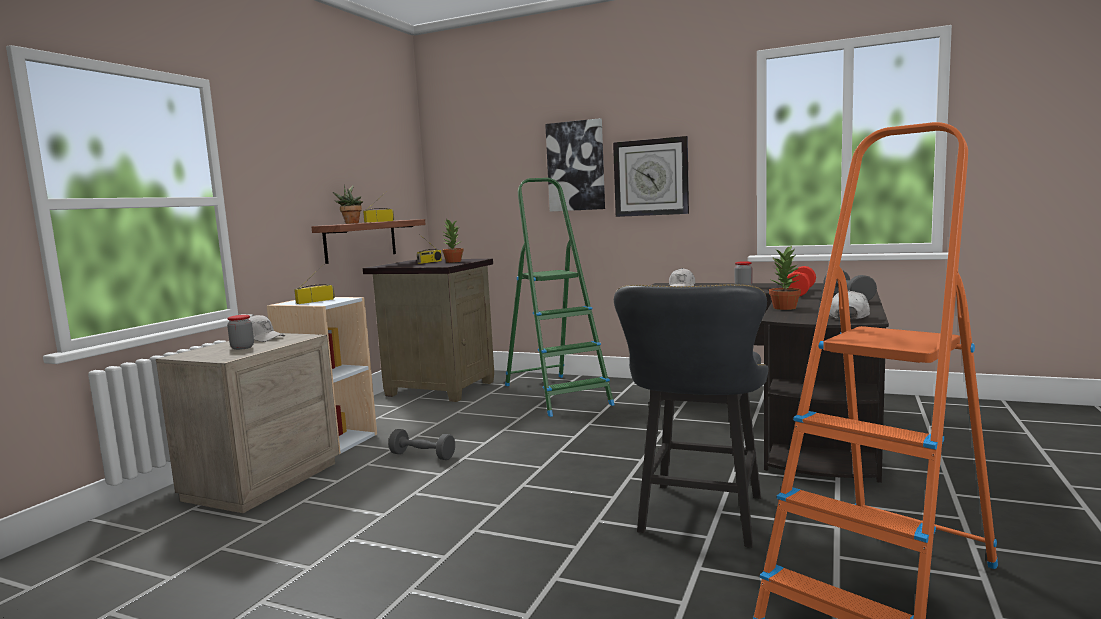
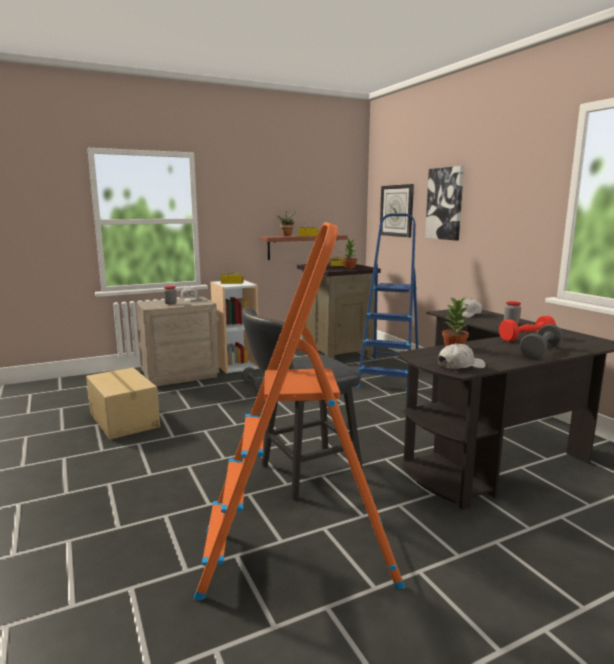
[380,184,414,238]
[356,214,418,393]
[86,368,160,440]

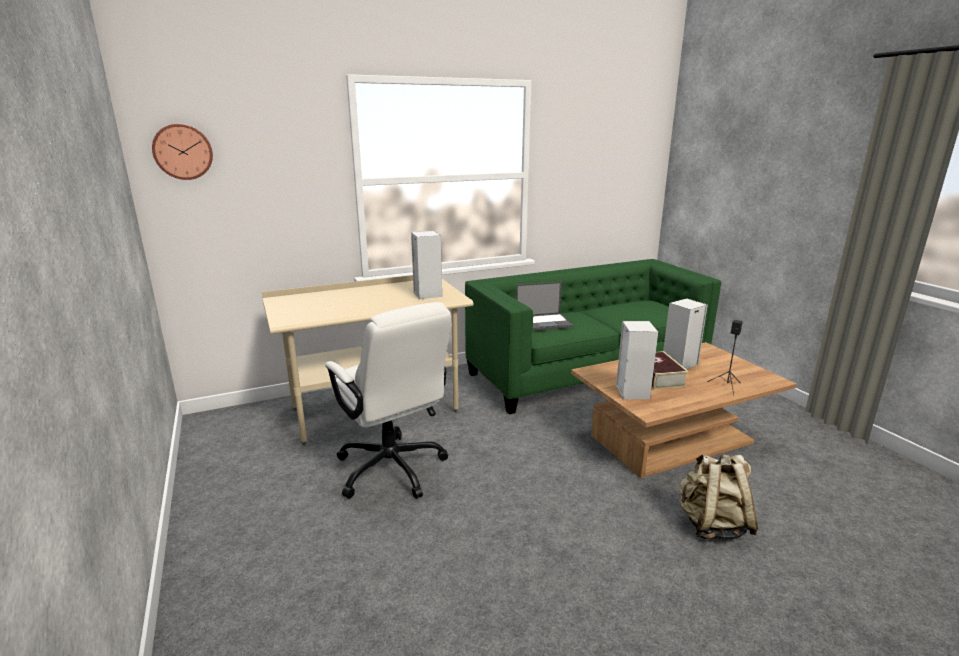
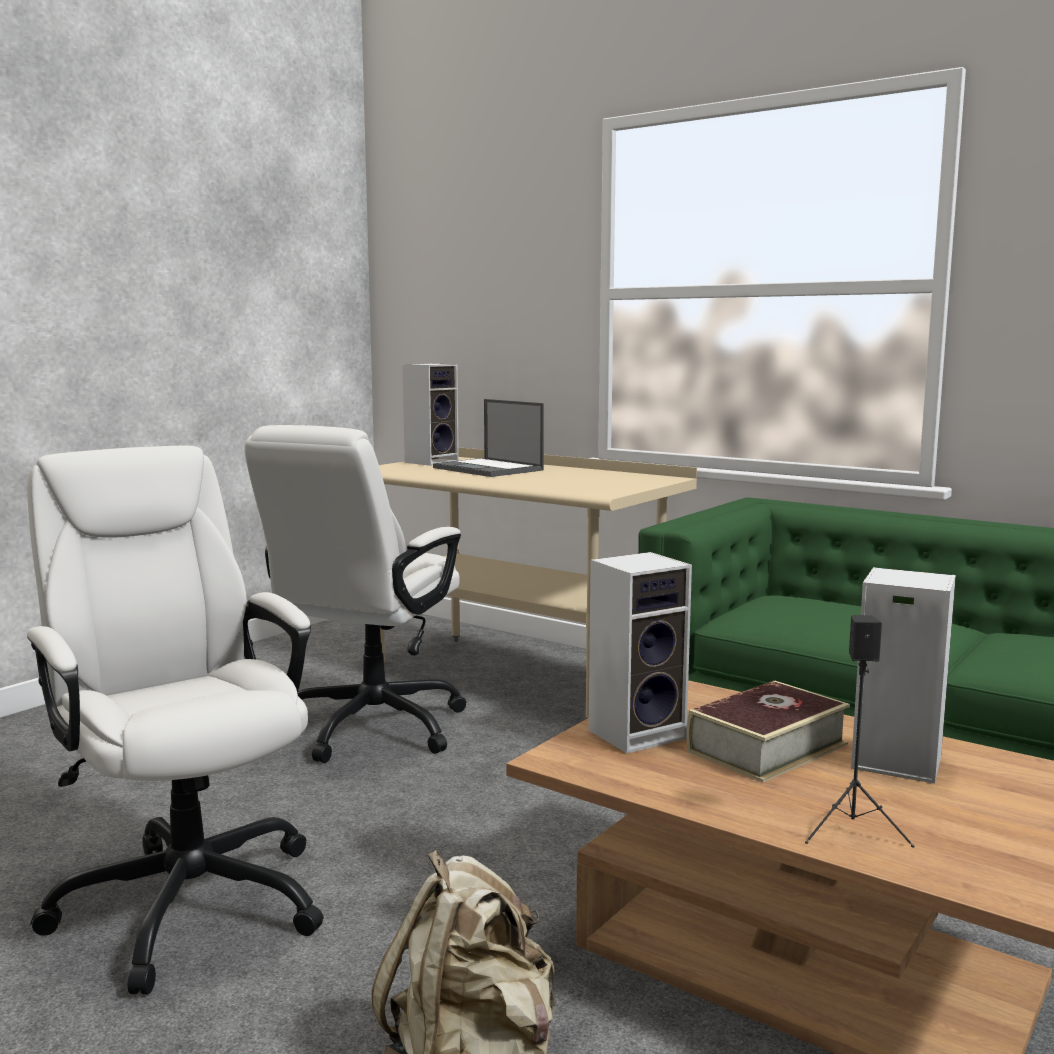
[152,124,213,180] (first image)
[402,363,459,466]
[433,399,544,477]
[27,446,324,995]

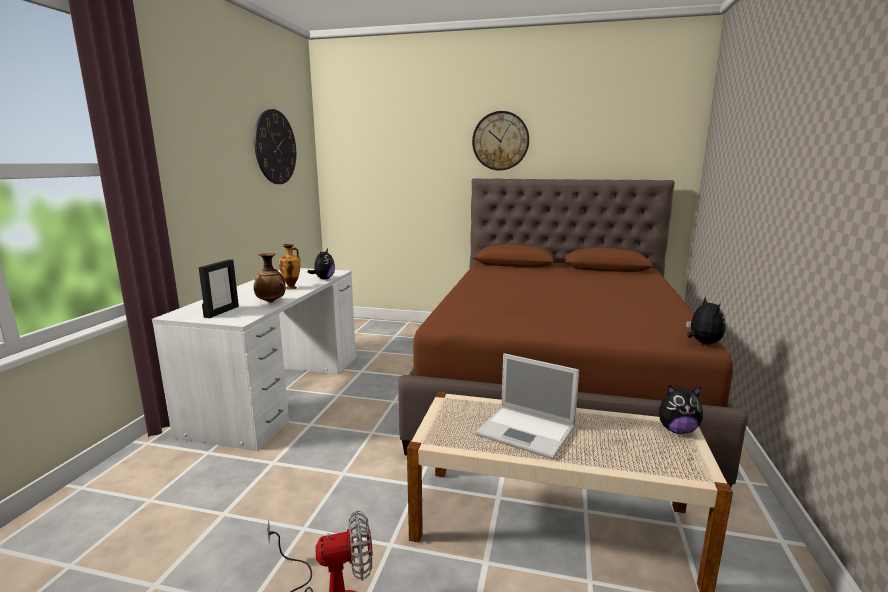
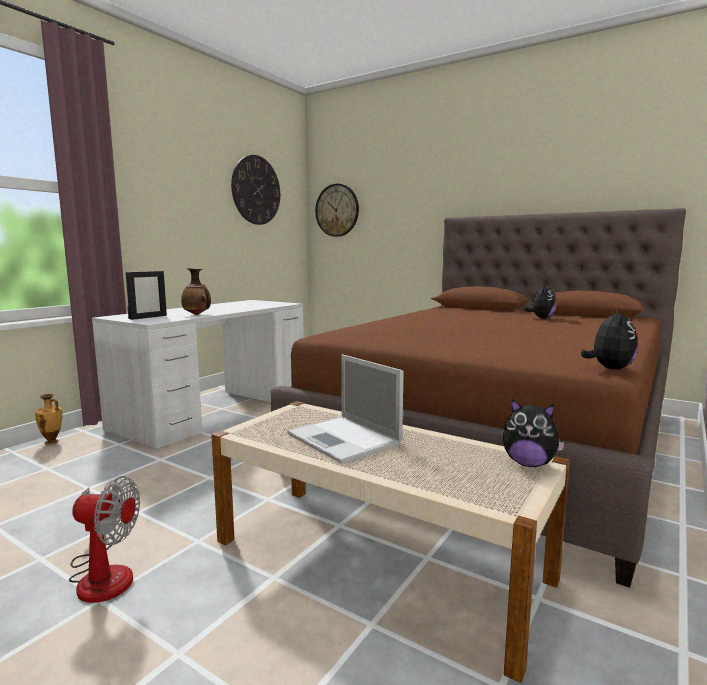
[315,184,359,237]
[35,394,62,445]
[524,284,556,319]

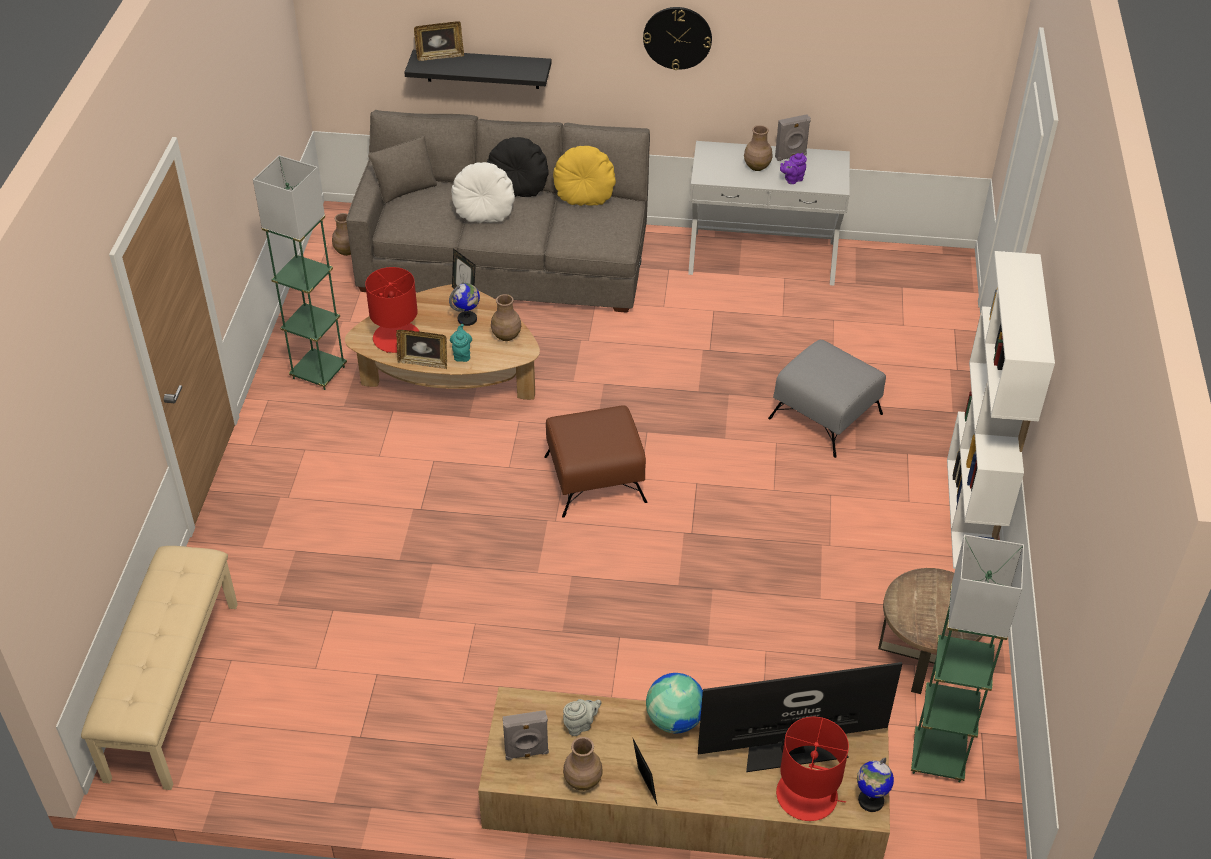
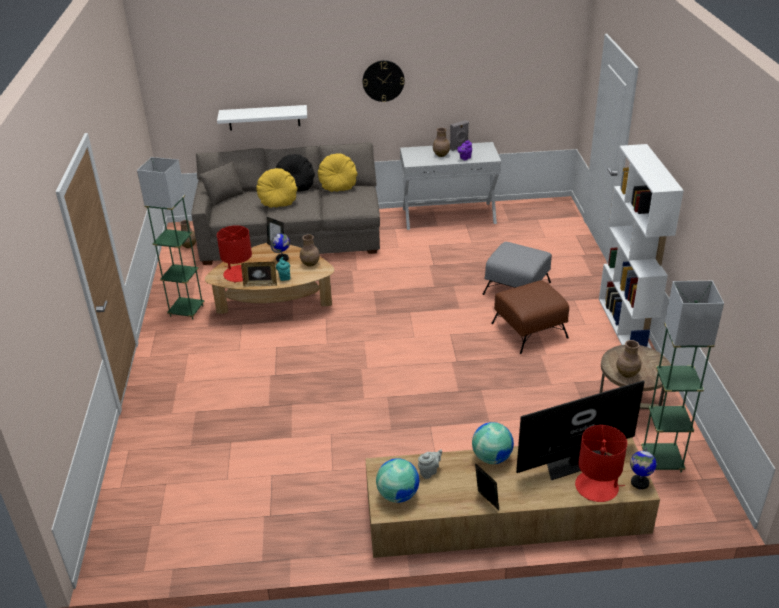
[414,21,464,61] (first image)
[217,105,307,131]
[256,168,297,208]
[491,280,569,354]
[81,546,238,790] (first image)
[376,458,419,503]
[616,340,641,378]

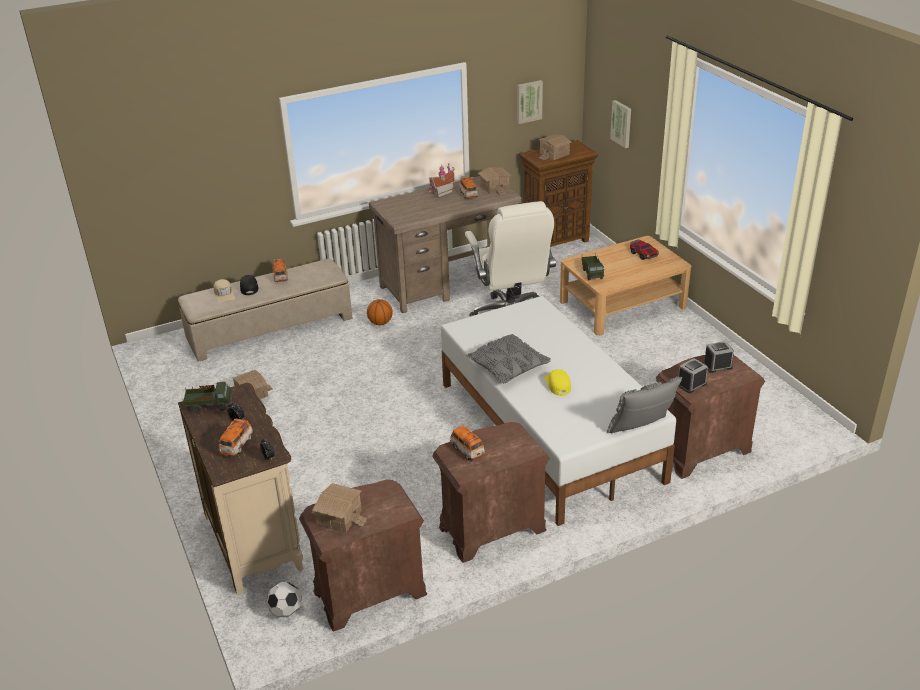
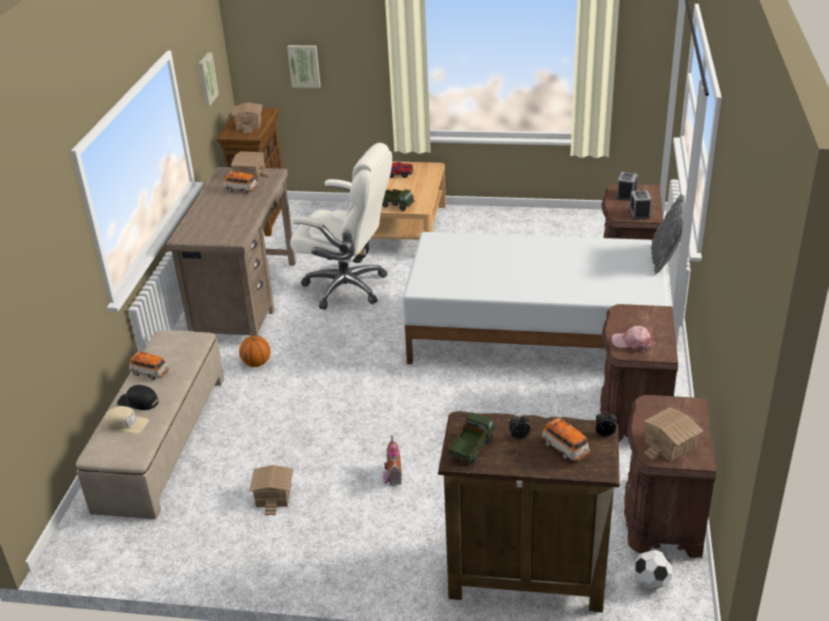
[383,436,402,485]
[466,334,551,383] (first image)
[544,369,571,396] (first image)
[612,326,652,351]

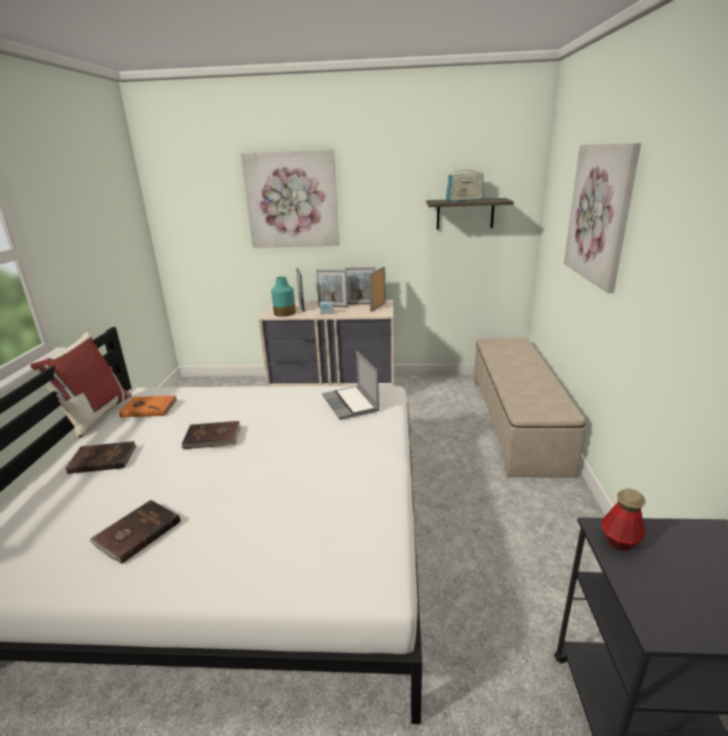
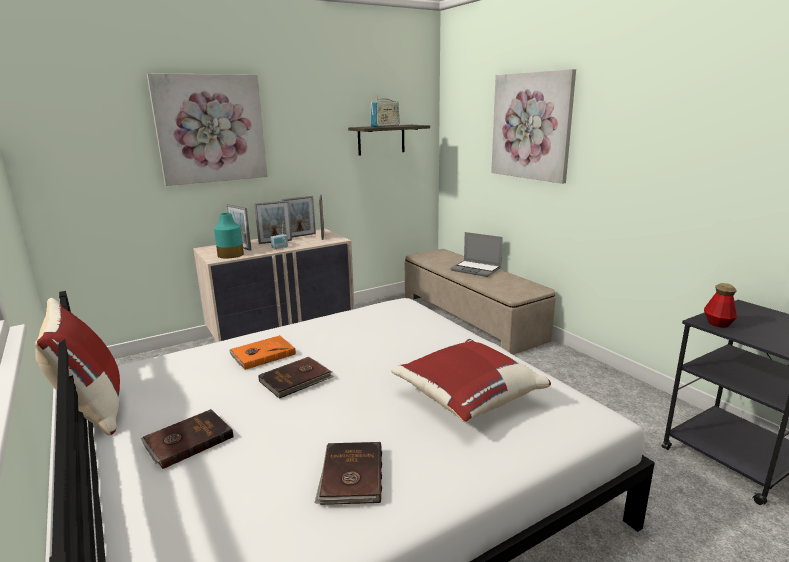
[451,232,503,277]
[229,335,296,370]
[391,339,551,422]

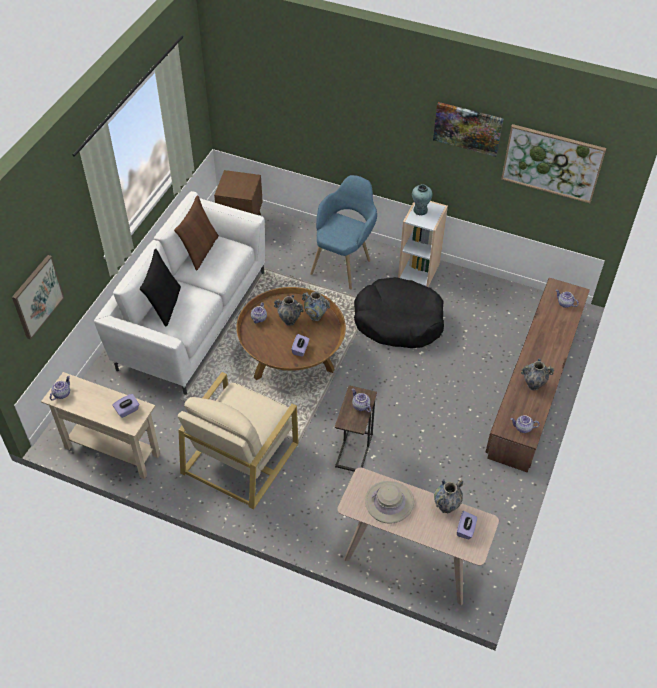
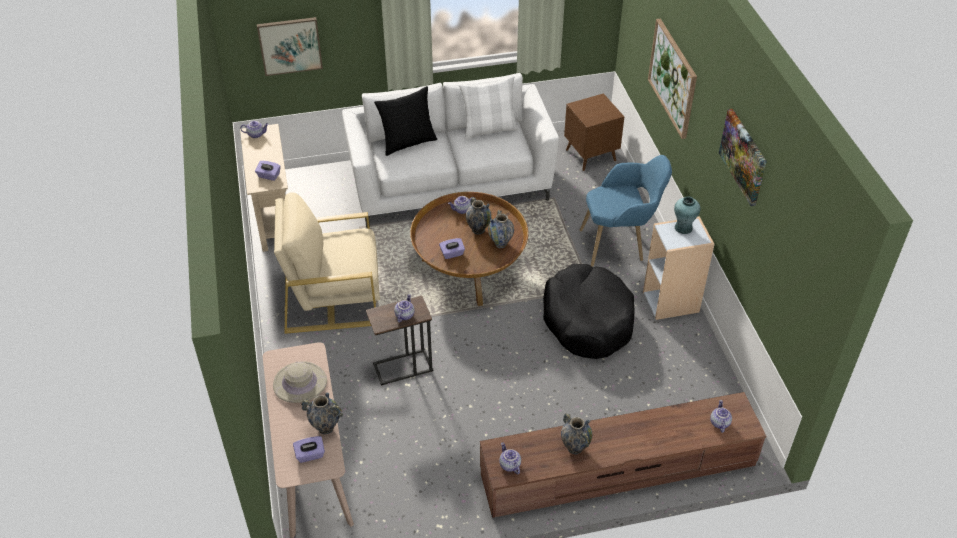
[648,19,697,139]
[459,76,519,139]

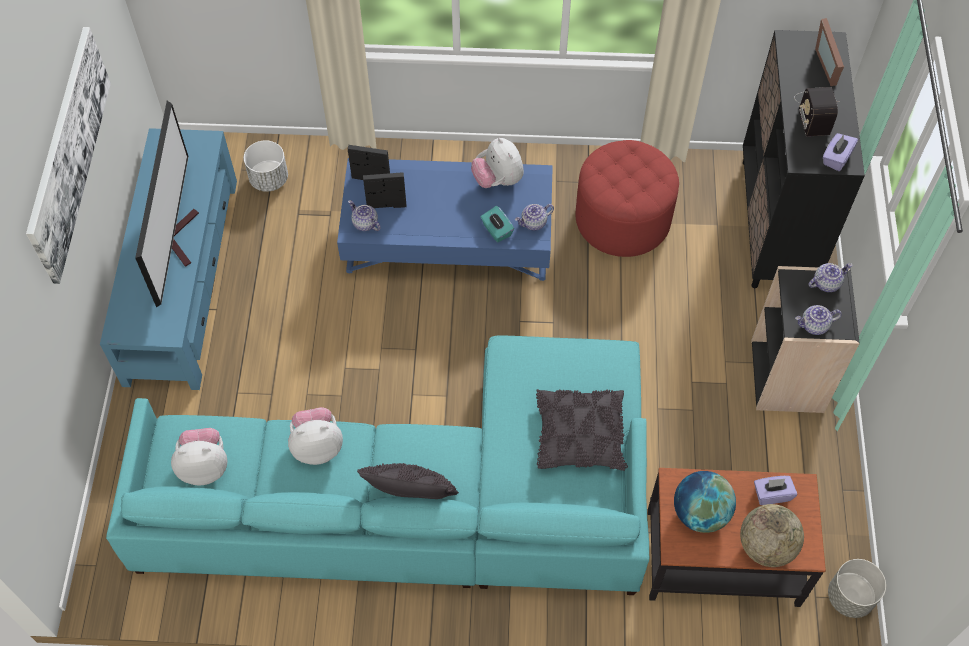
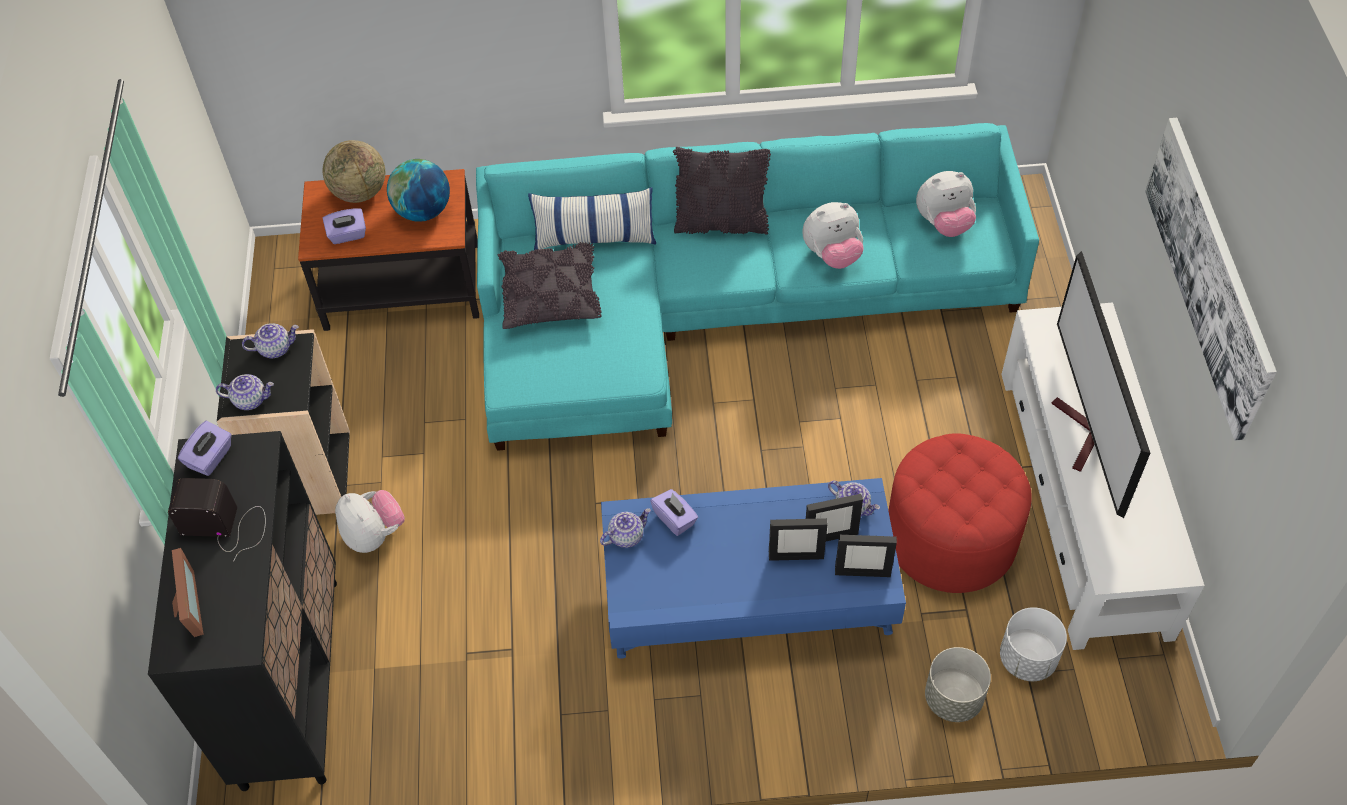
[168,478,266,562]
[1001,302,1205,650]
[335,490,405,553]
[889,433,1032,593]
[650,489,698,536]
[216,374,274,410]
[925,647,991,722]
[528,187,656,250]
[769,518,828,561]

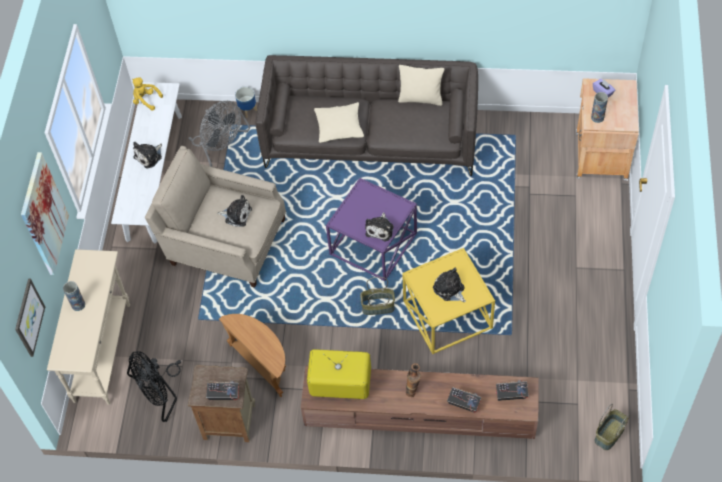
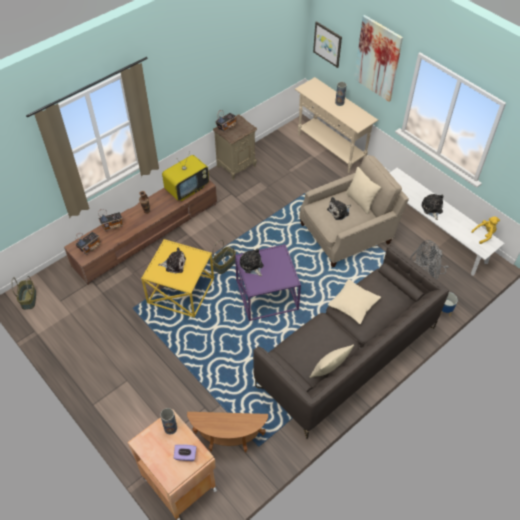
[187,412,268,453]
[127,351,182,422] (first image)
[345,166,381,214]

